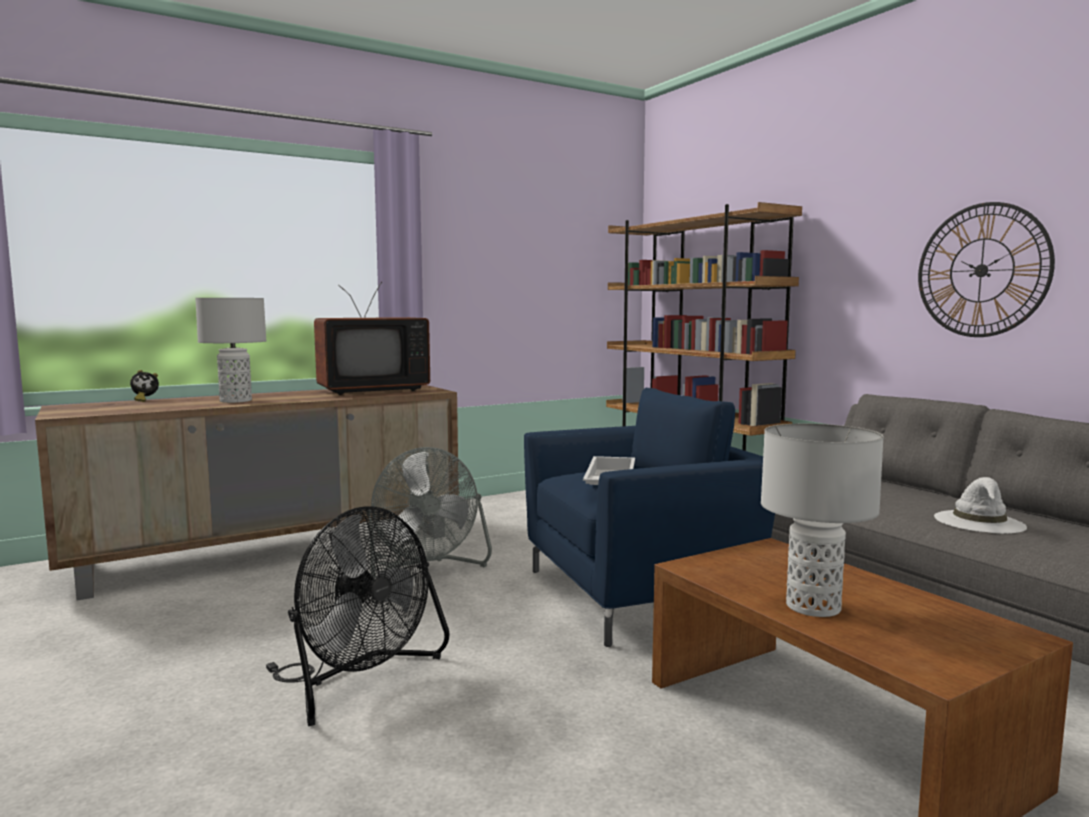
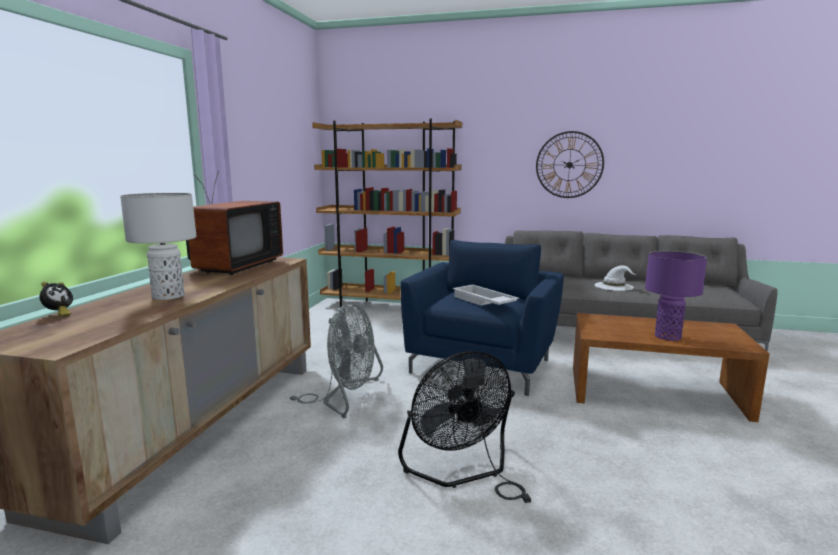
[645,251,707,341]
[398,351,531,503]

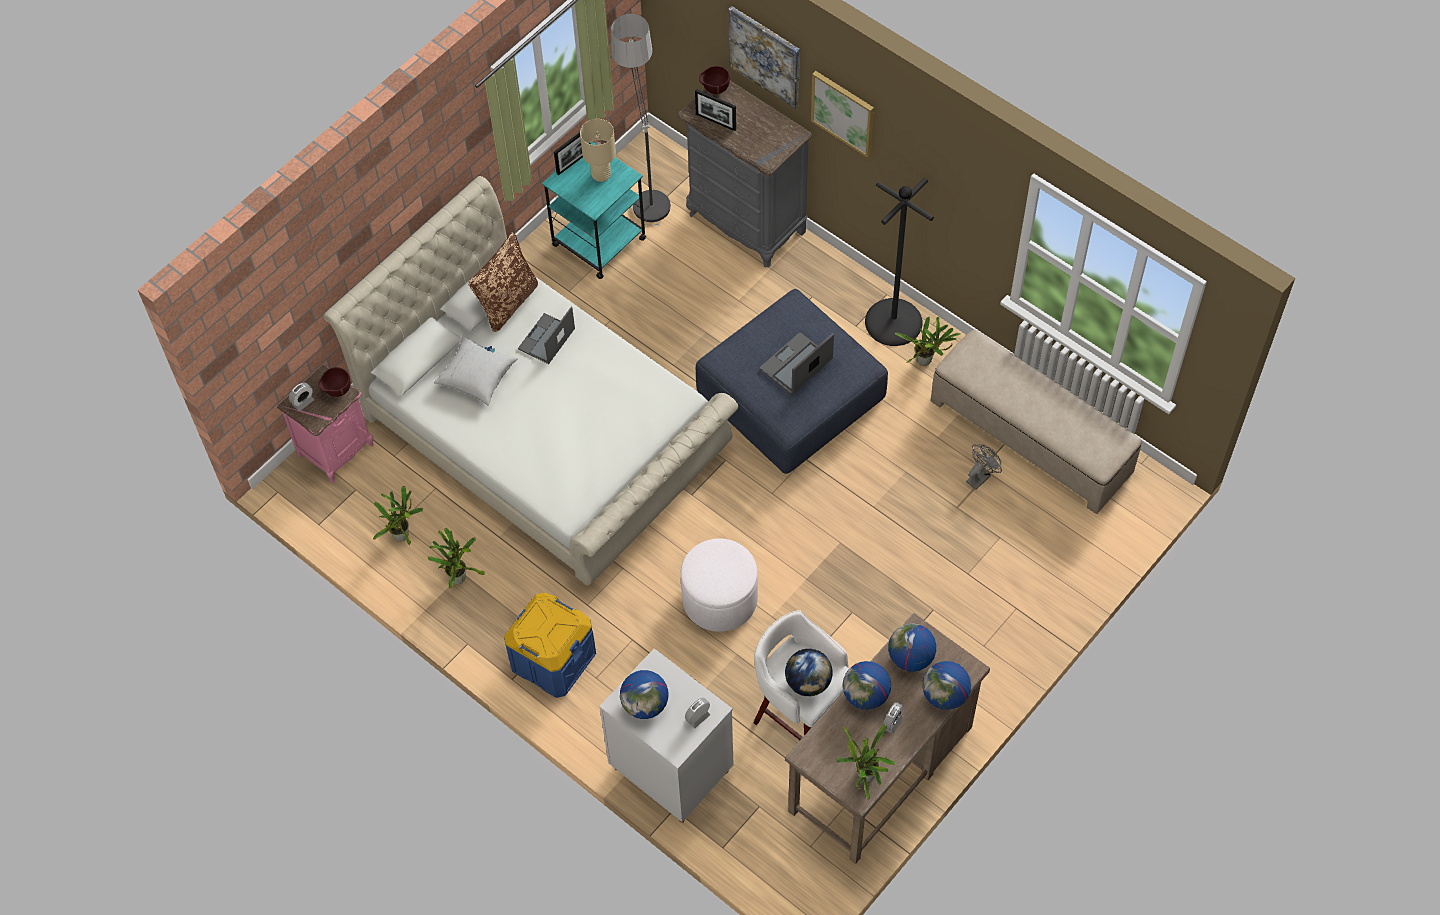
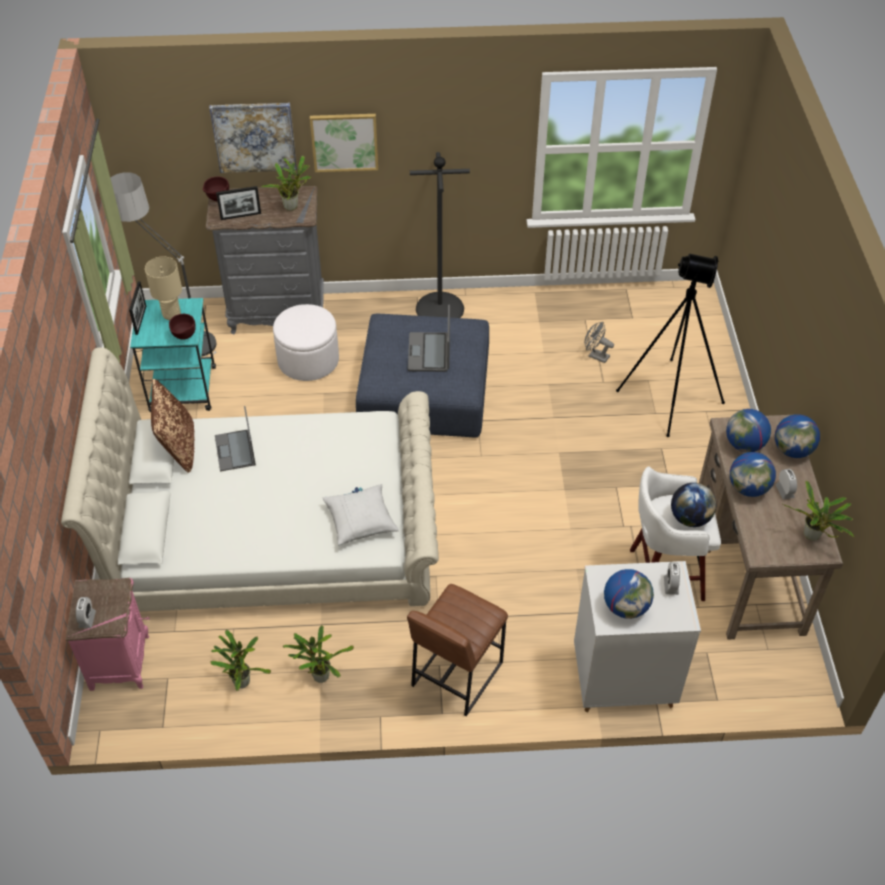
[261,156,311,211]
[931,330,1141,514] (first image)
[323,484,399,545]
[169,314,196,340]
[584,322,614,363]
[273,304,339,381]
[407,584,508,716]
[616,254,725,437]

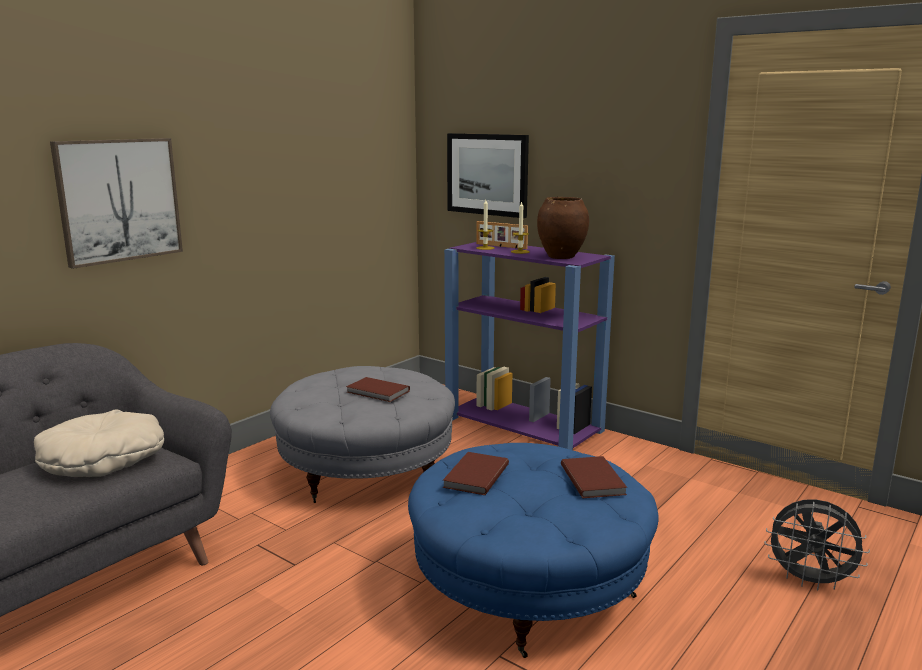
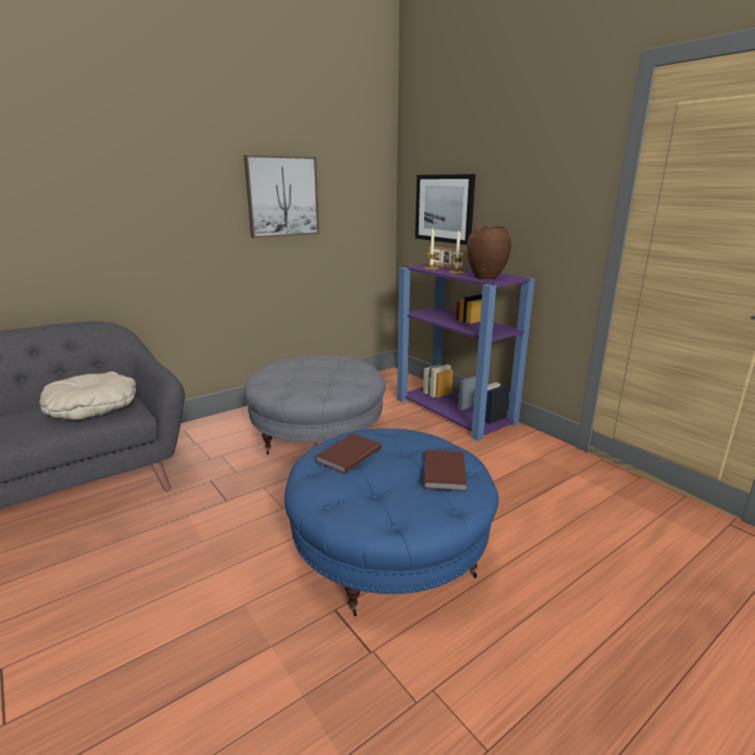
[244,155,319,238]
[346,377,410,402] (first image)
[764,499,870,590] (first image)

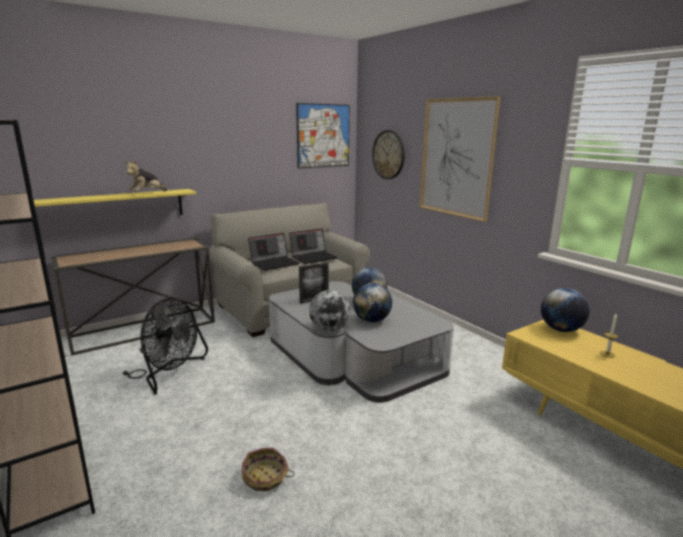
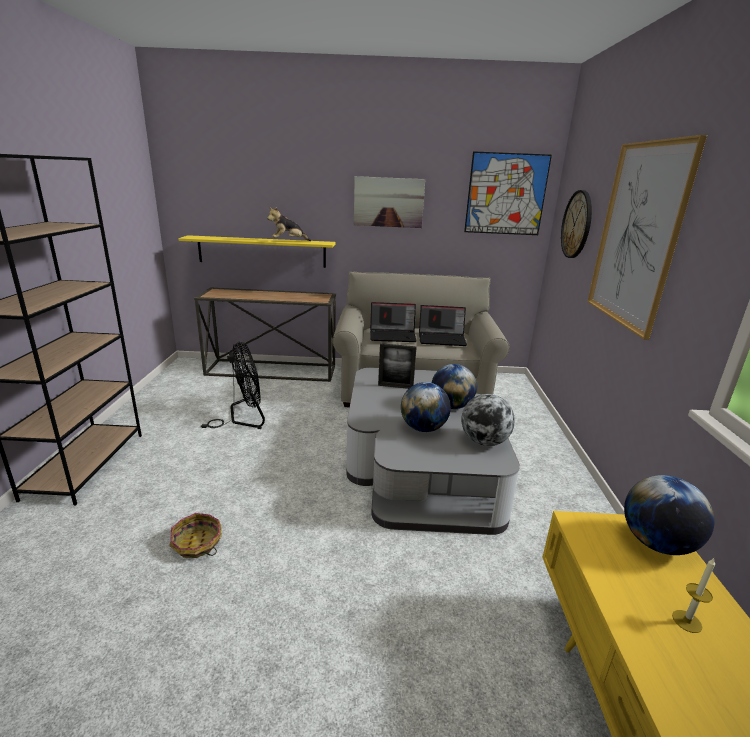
[461,394,515,446]
[200,341,265,429]
[354,176,425,228]

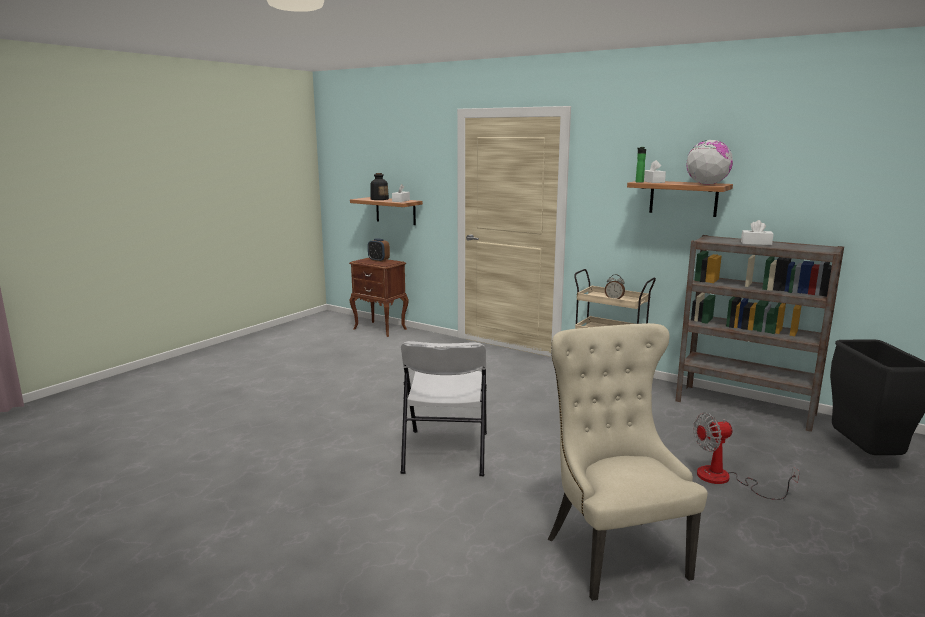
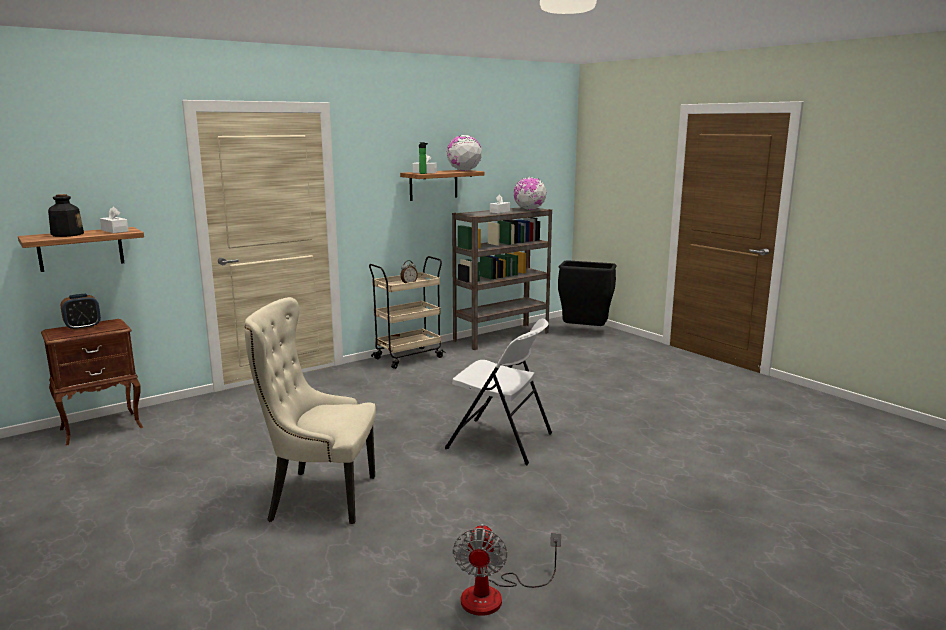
[244,297,376,524]
[453,524,561,616]
[514,177,546,210]

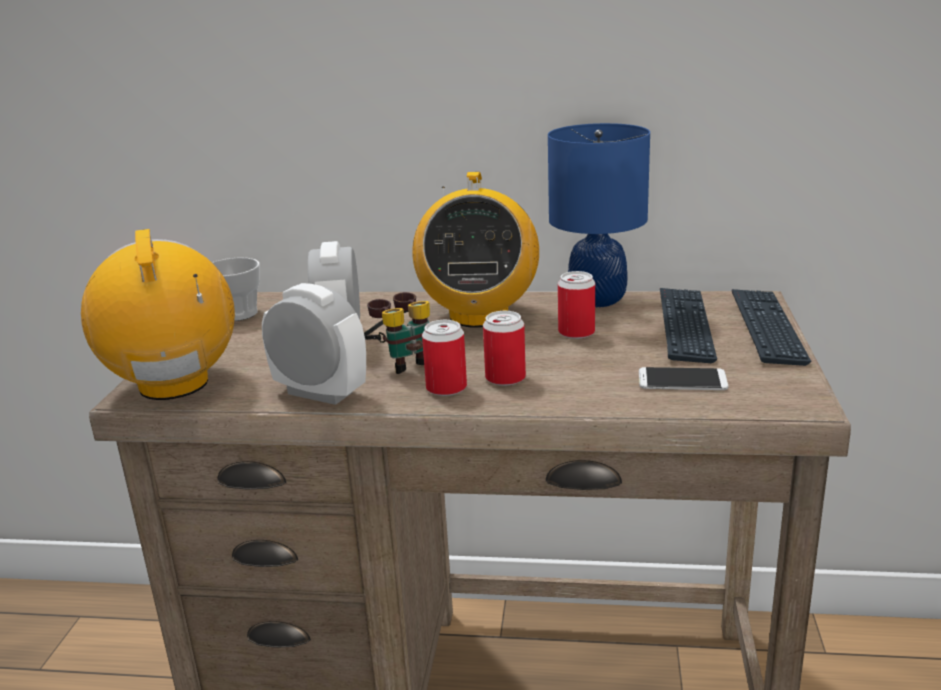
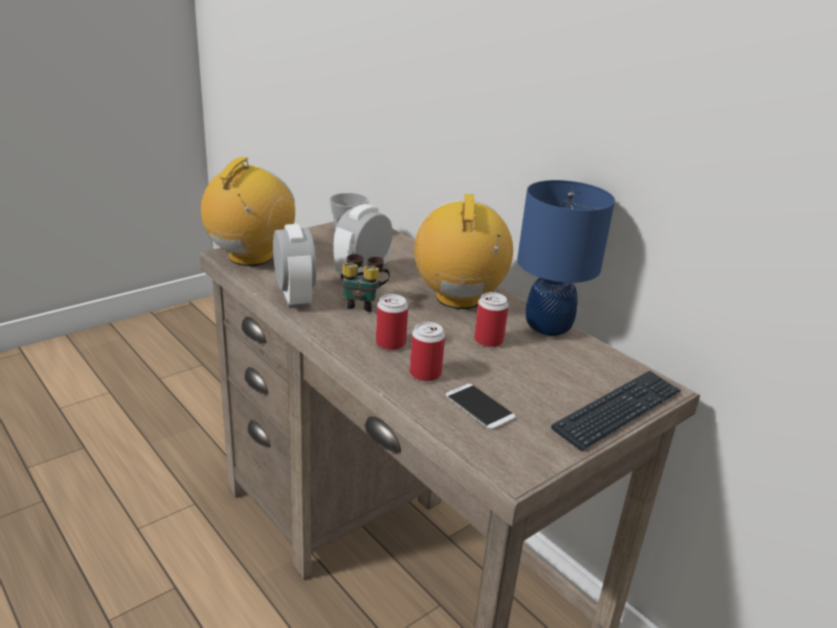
[414,194,513,309]
[660,288,717,363] (first image)
[410,322,445,382]

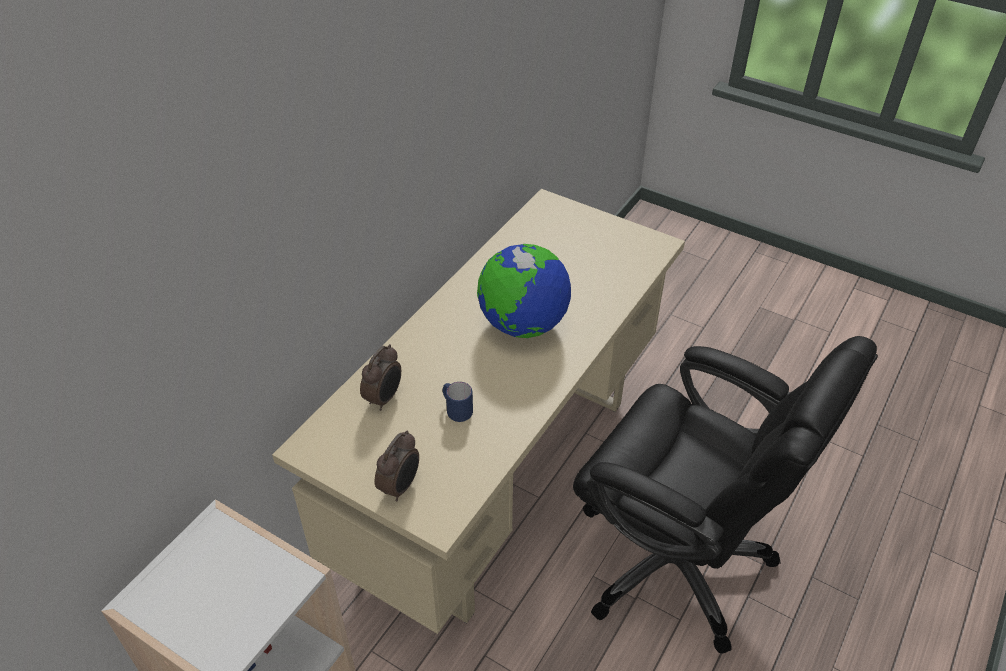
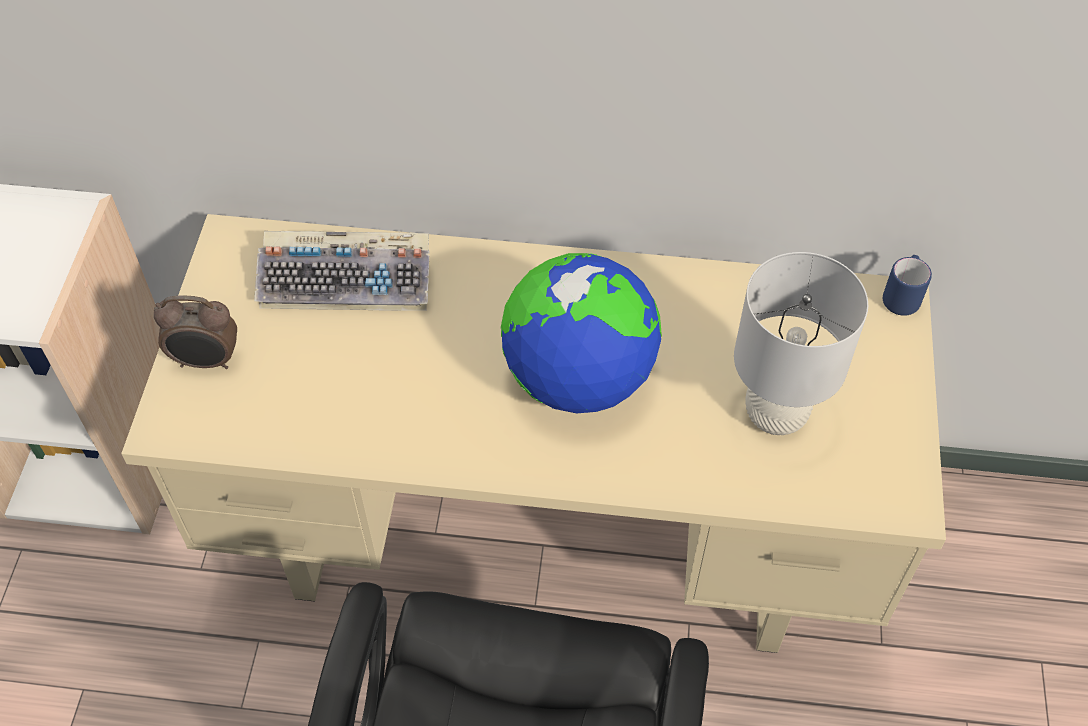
[254,231,430,311]
[883,255,932,316]
[734,252,868,435]

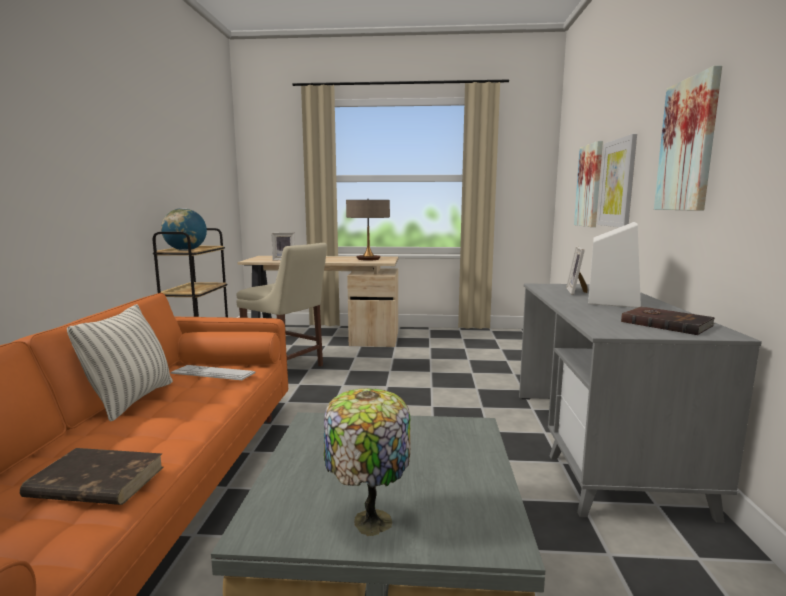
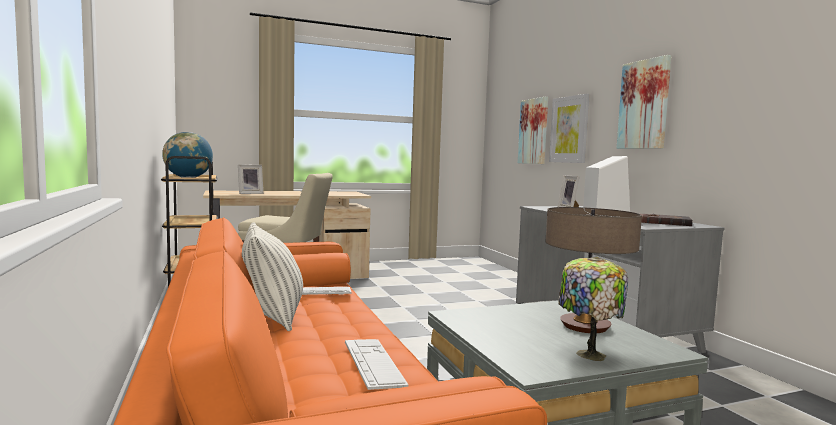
[546,207,642,333]
[345,339,409,390]

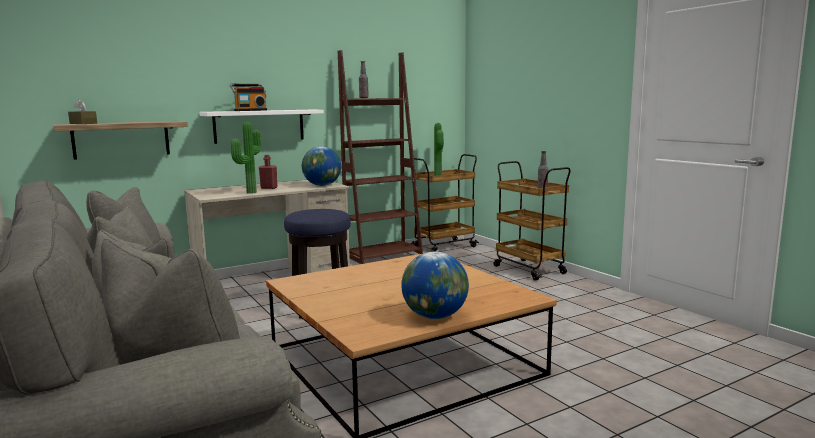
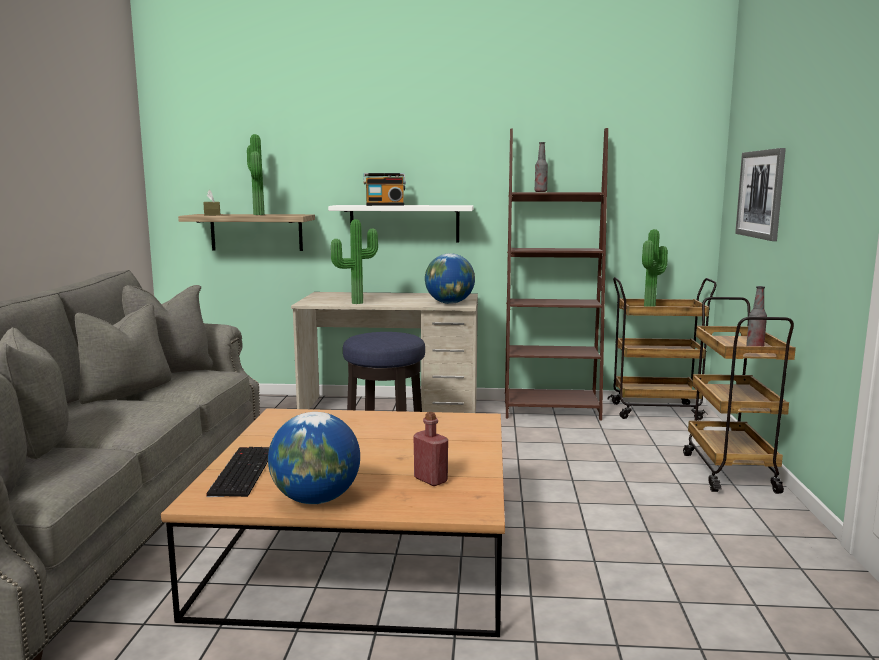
[414,412,448,486]
[247,134,265,215]
[735,148,786,241]
[206,447,269,497]

